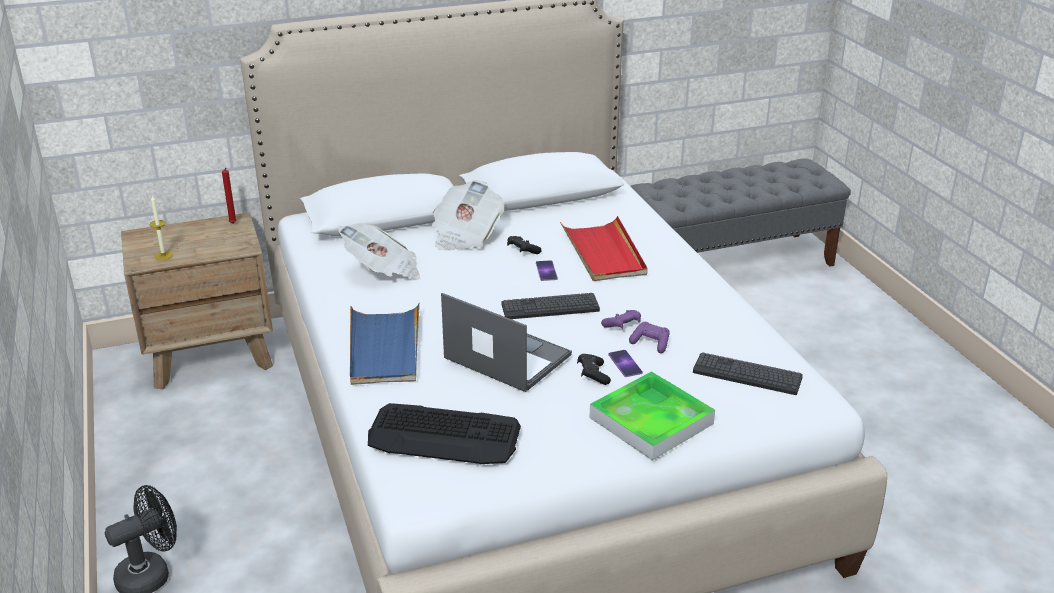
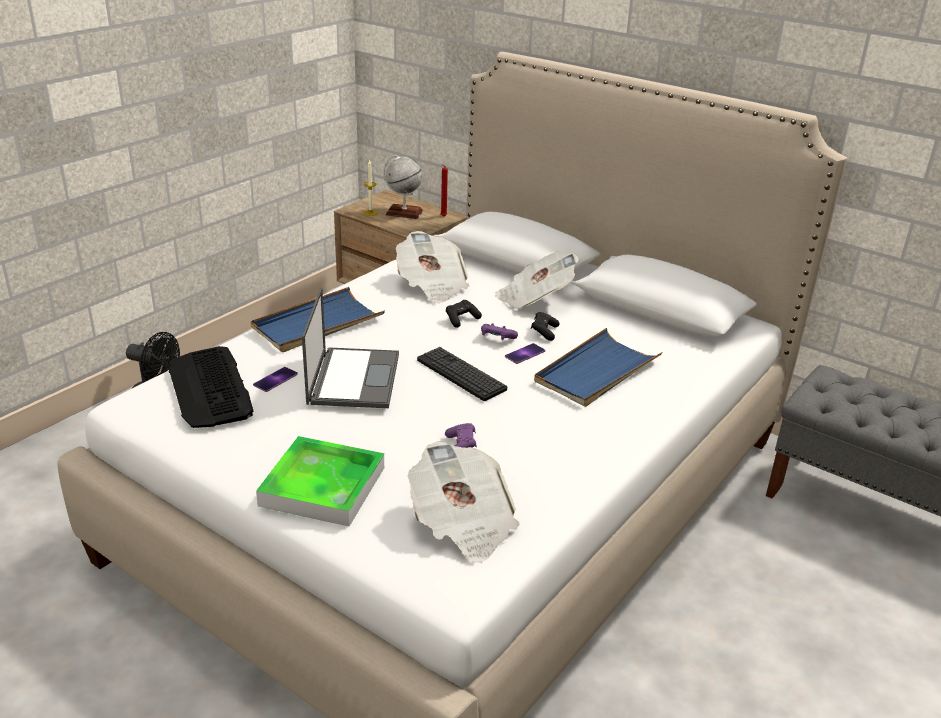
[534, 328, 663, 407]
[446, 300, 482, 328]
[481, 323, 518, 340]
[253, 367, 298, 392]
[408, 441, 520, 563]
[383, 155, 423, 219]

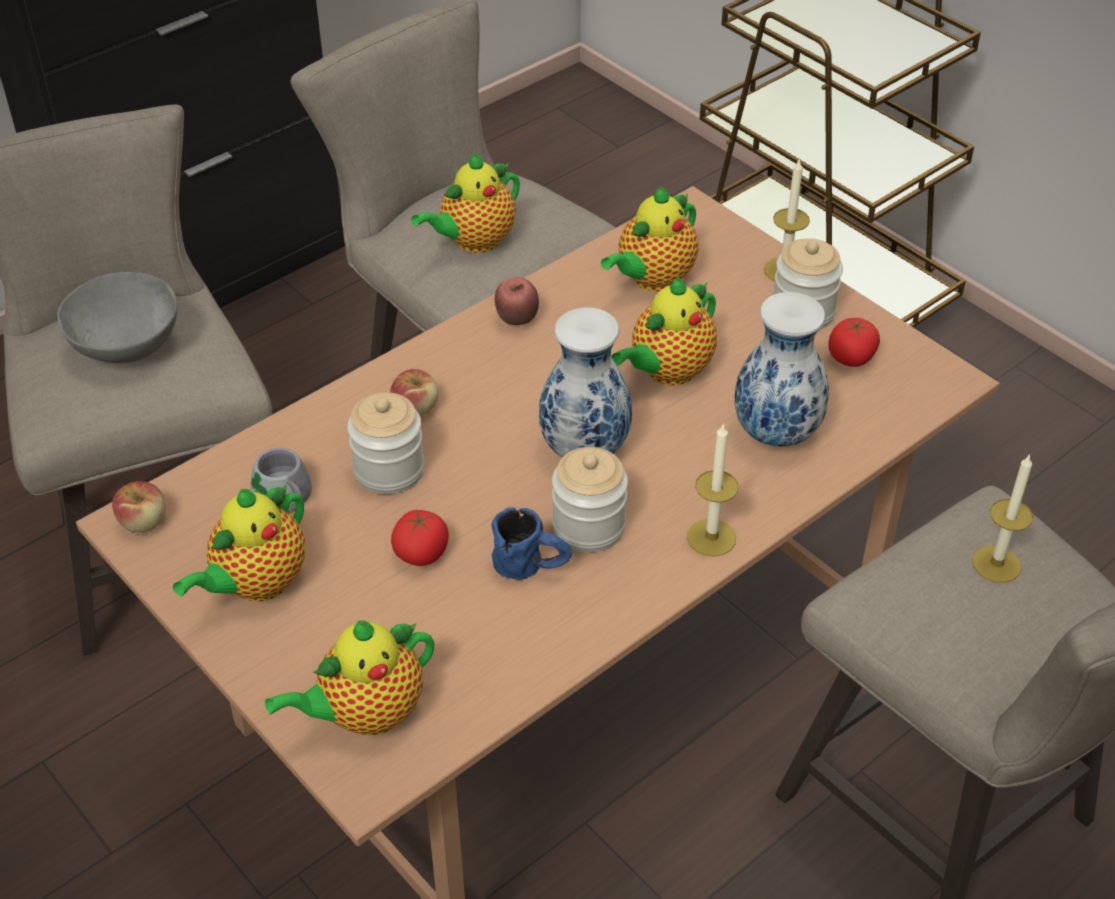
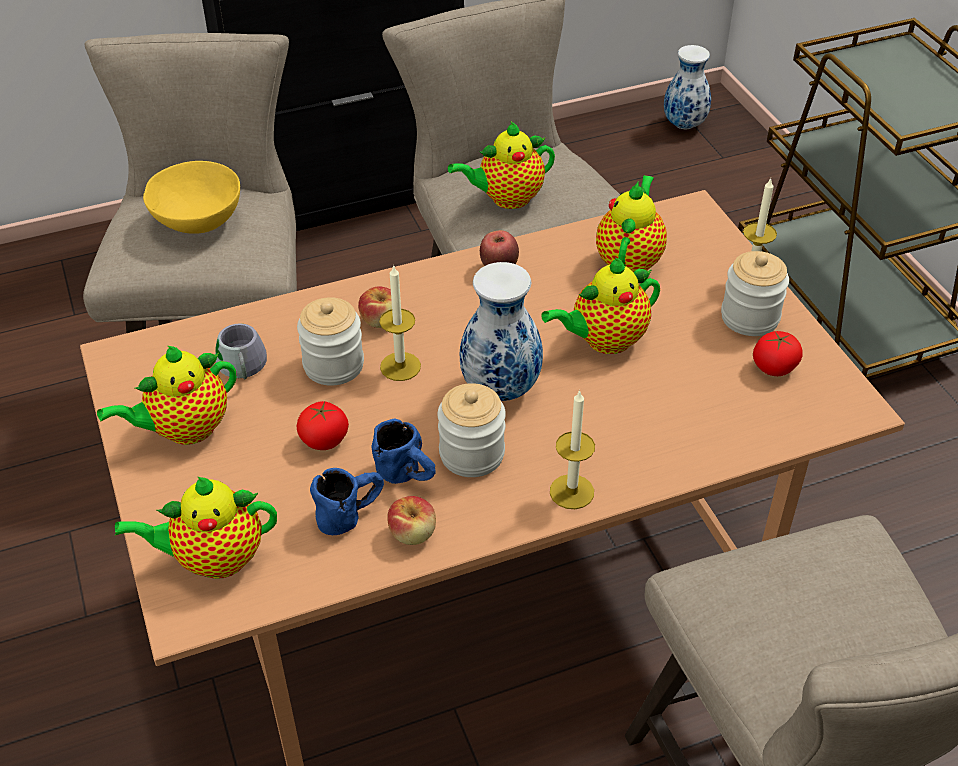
[143, 161, 240, 234]
[387, 496, 436, 545]
[596, 175, 667, 272]
[664, 45, 711, 129]
[380, 265, 421, 381]
[310, 468, 384, 535]

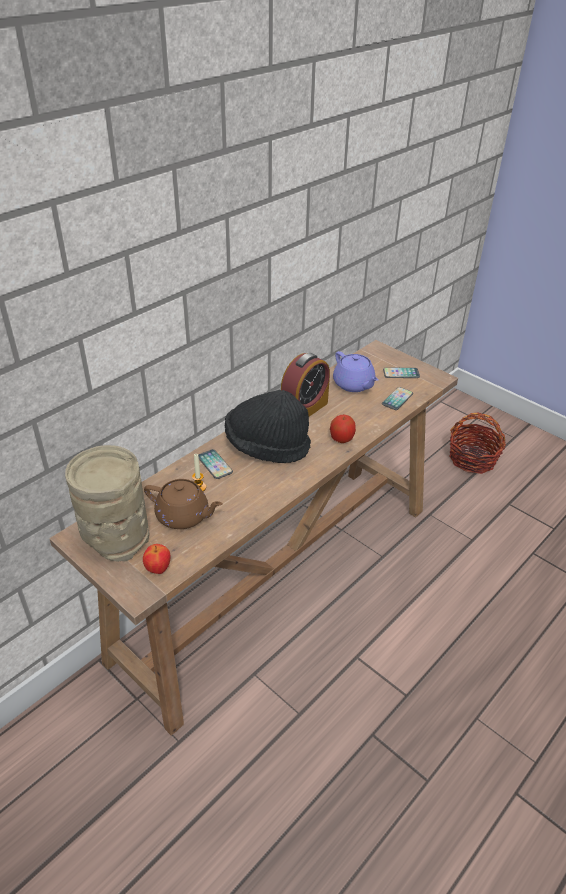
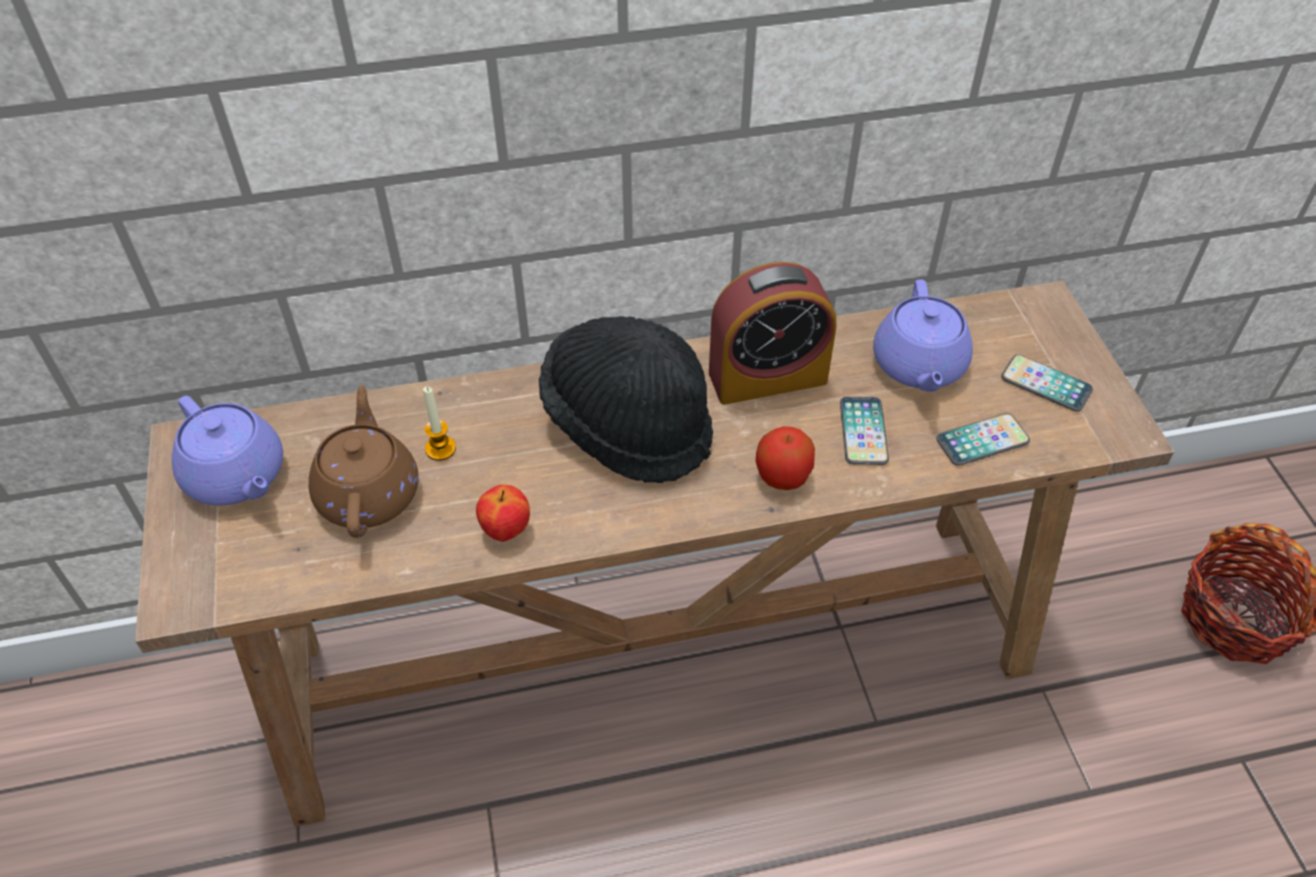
[172, 396, 283, 505]
[476, 485, 530, 542]
[309, 385, 419, 538]
[840, 397, 889, 465]

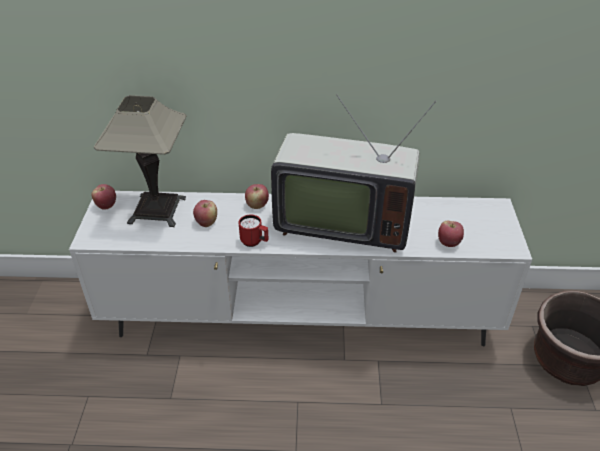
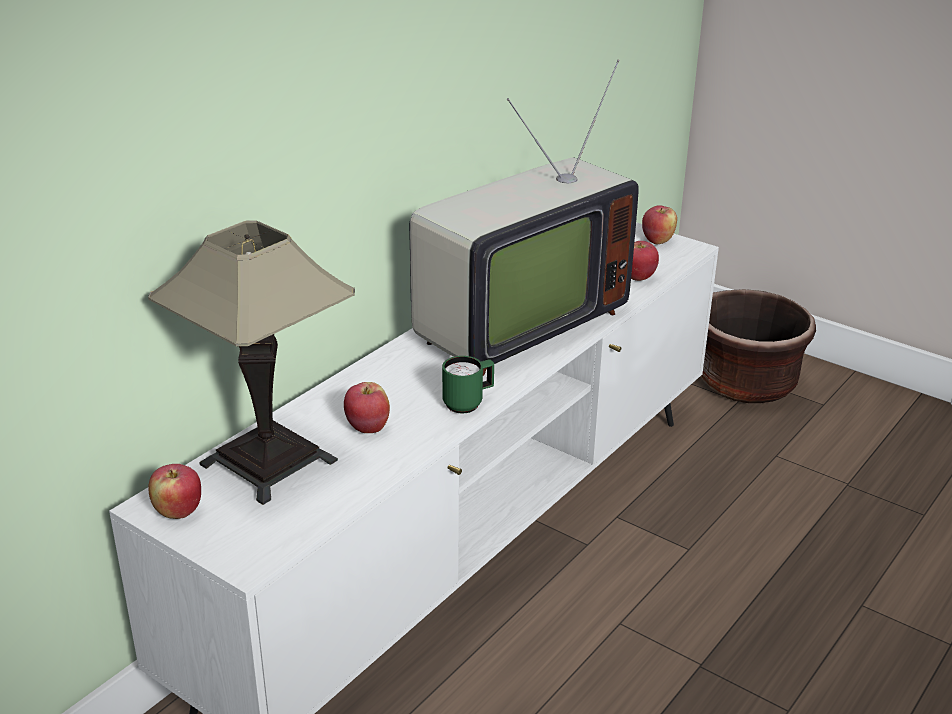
[442, 356, 494, 413]
[642, 205, 677, 244]

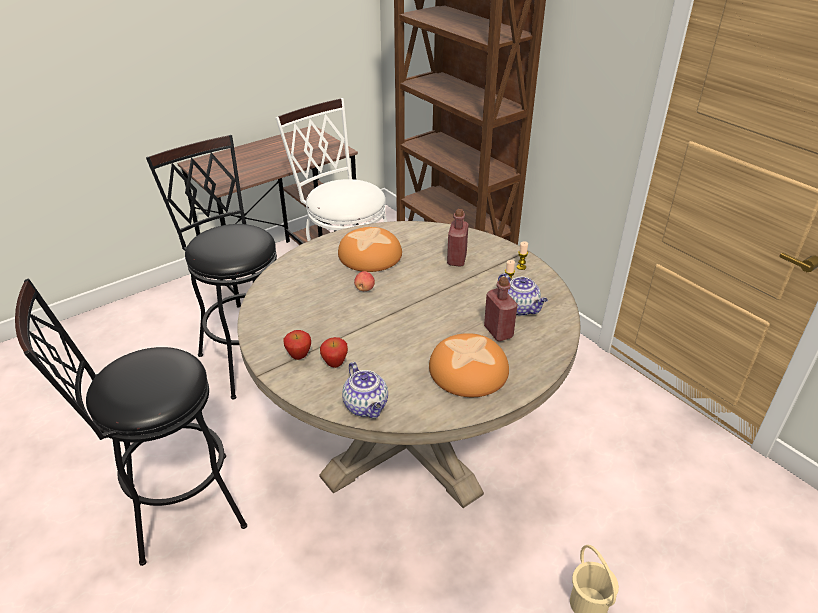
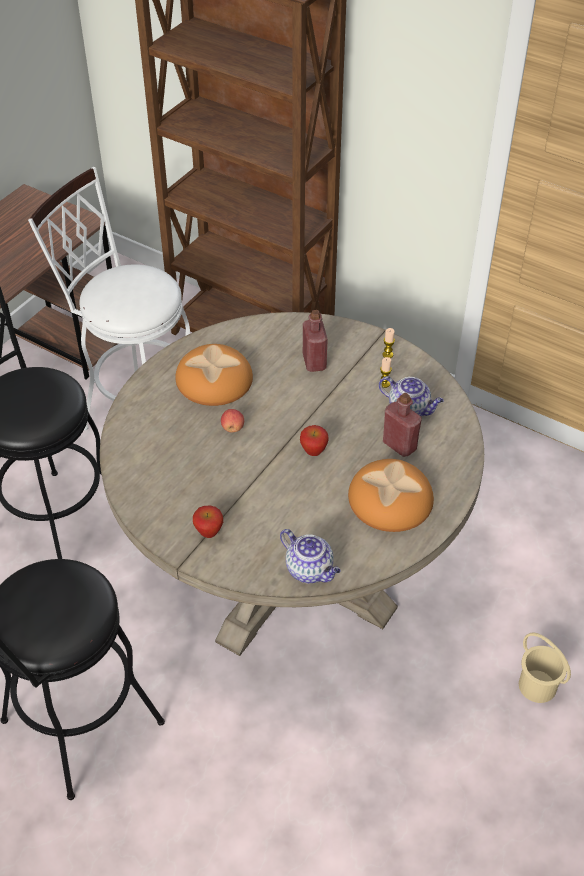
[300, 425, 329, 456]

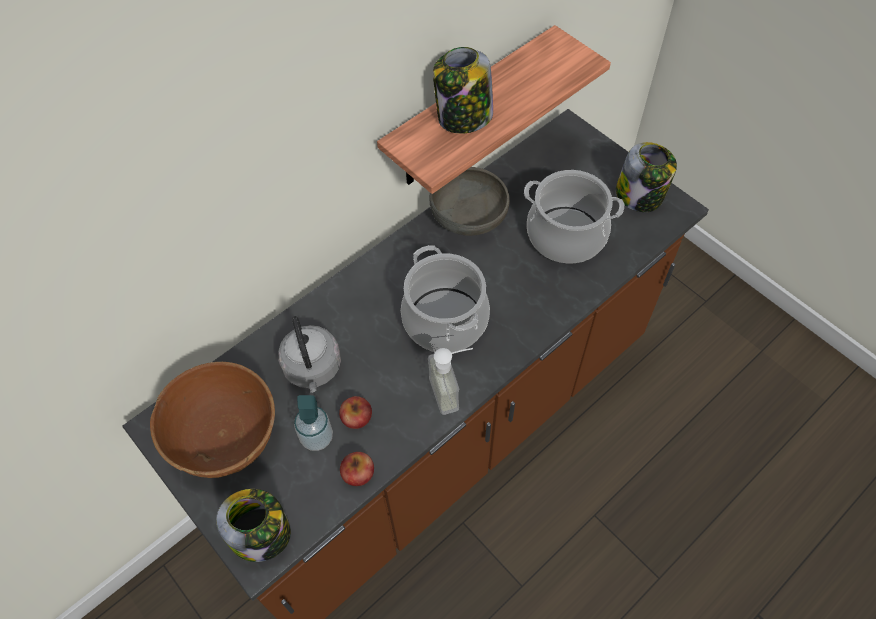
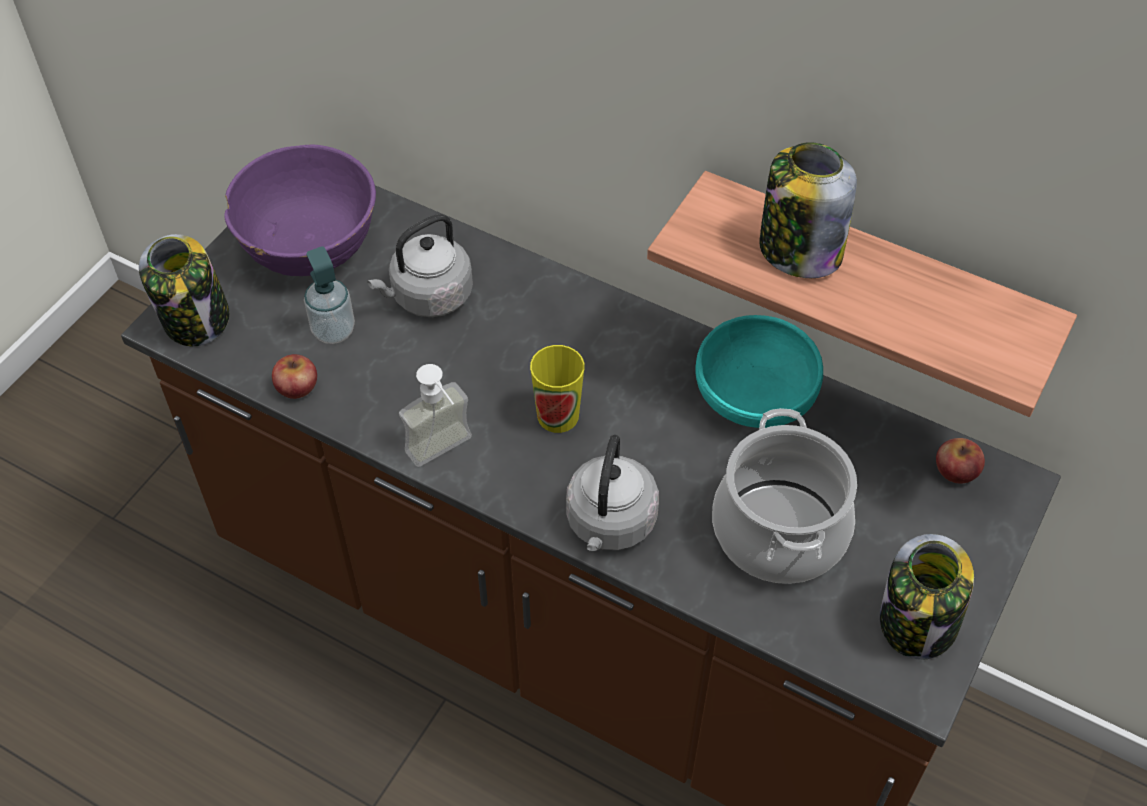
[224, 144, 376, 276]
[936, 438, 985, 484]
[530, 345, 585, 433]
[695, 315, 823, 428]
[566, 435, 659, 551]

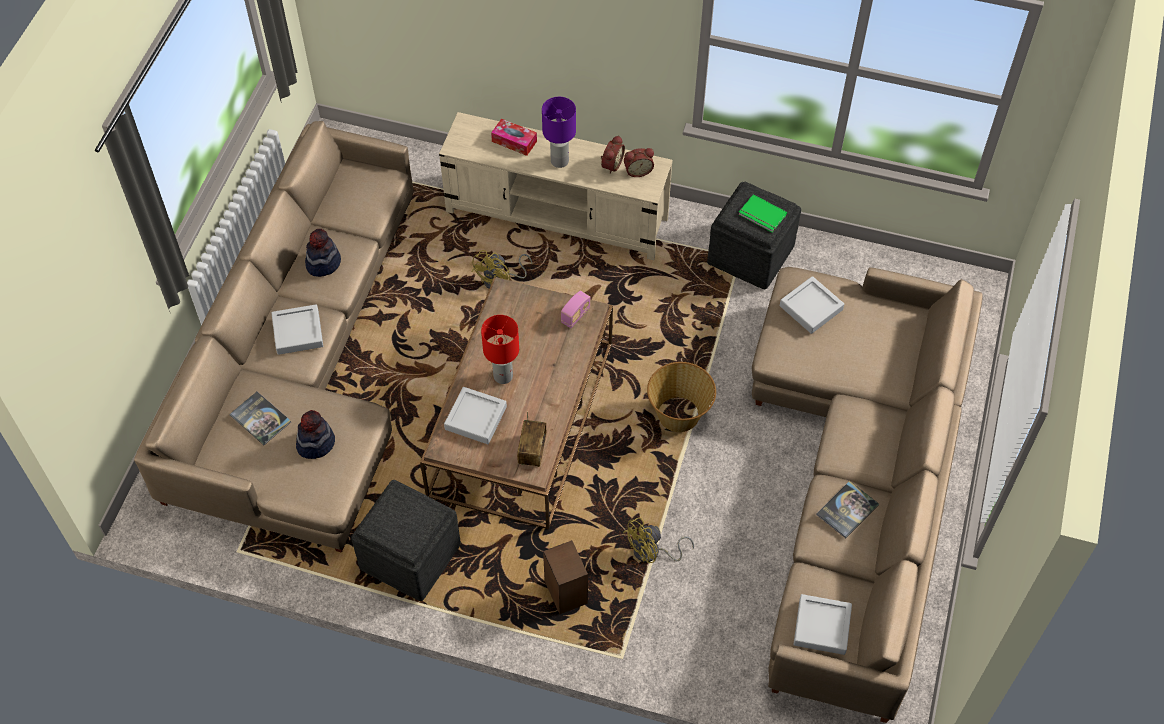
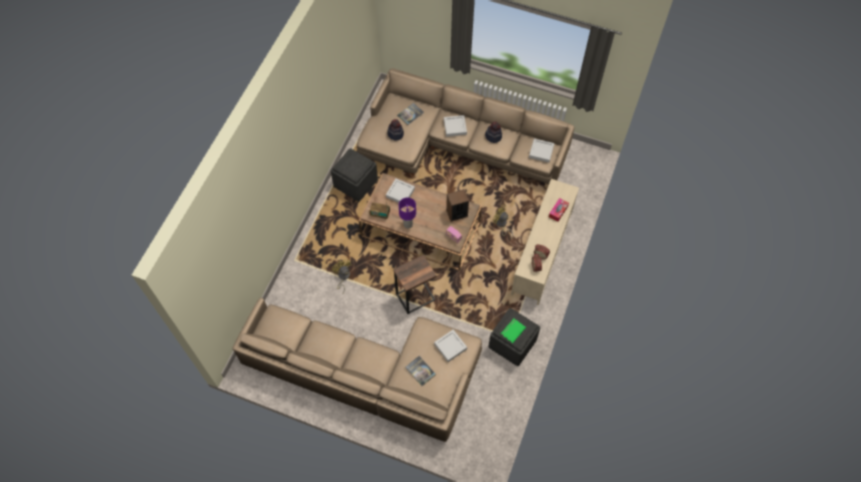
[481, 315, 519, 384] (first image)
[399, 197, 416, 229]
[446, 189, 469, 222]
[393, 255, 436, 314]
[529, 138, 555, 163]
[405, 356, 436, 386]

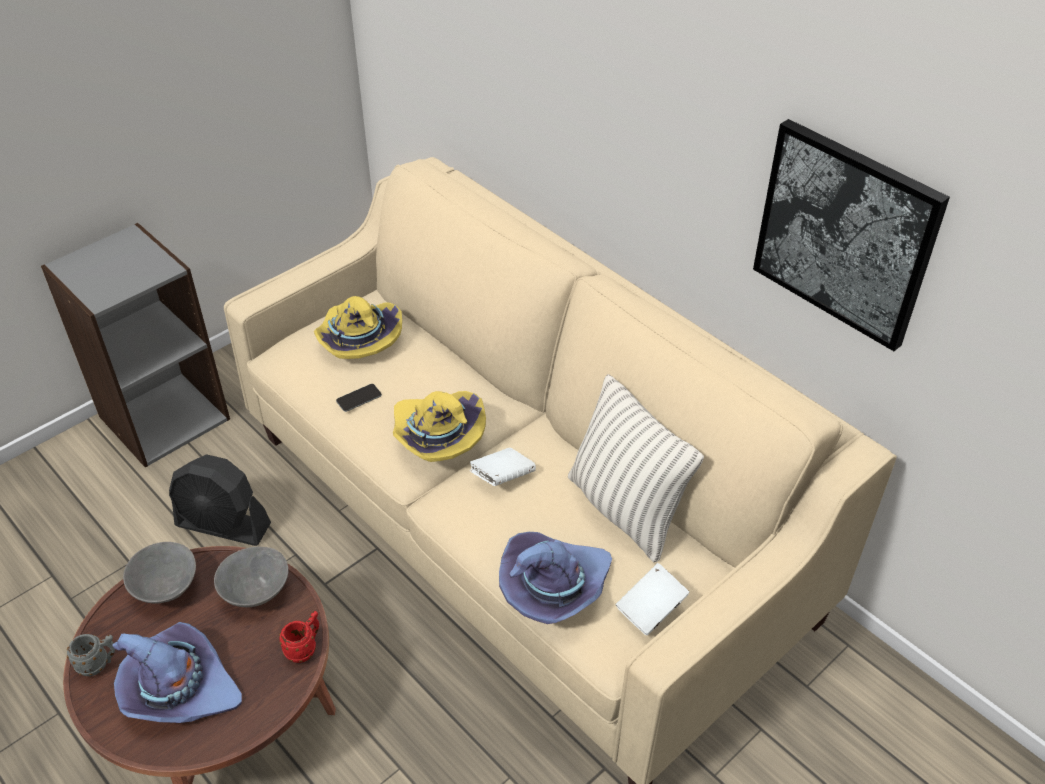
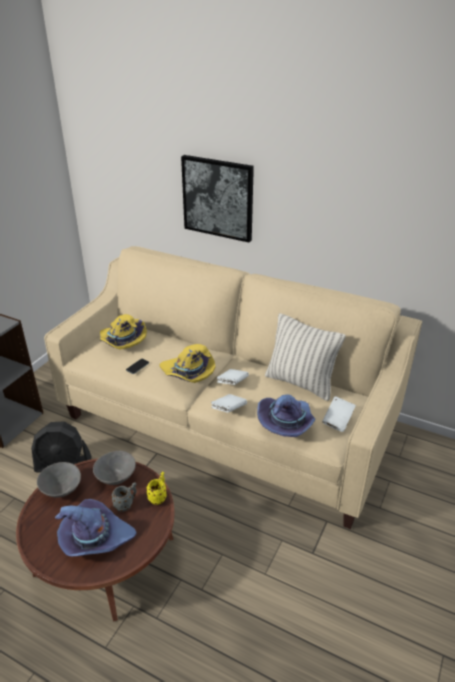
[111, 482, 137, 512]
[146, 472, 167, 505]
[181, 155, 254, 242]
[211, 394, 247, 413]

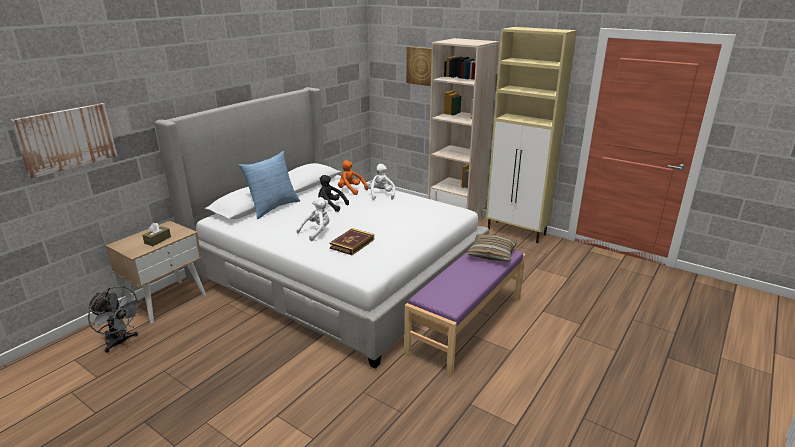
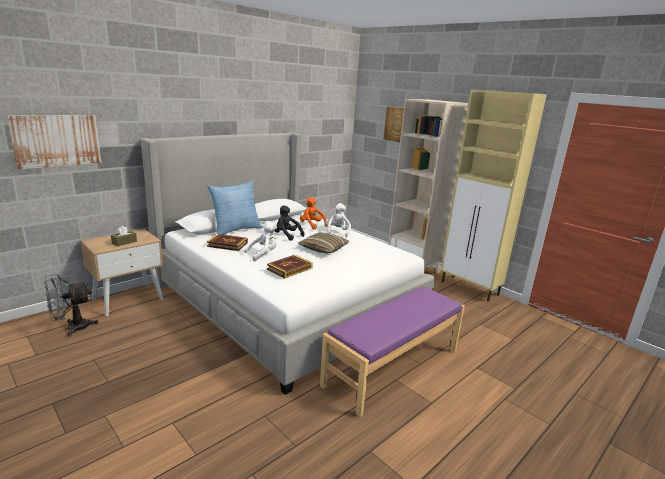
[44, 274, 99, 337]
[298, 232, 350, 254]
[207, 234, 248, 251]

